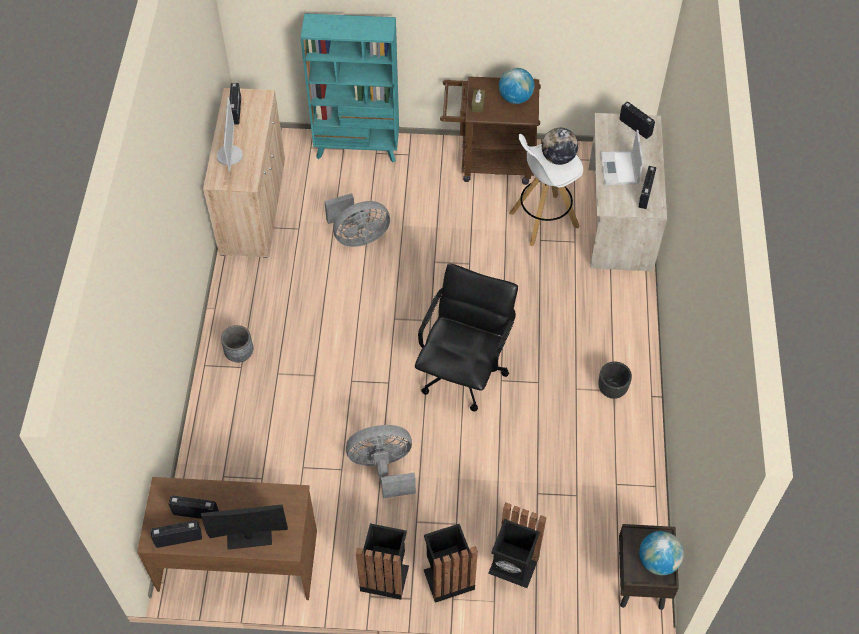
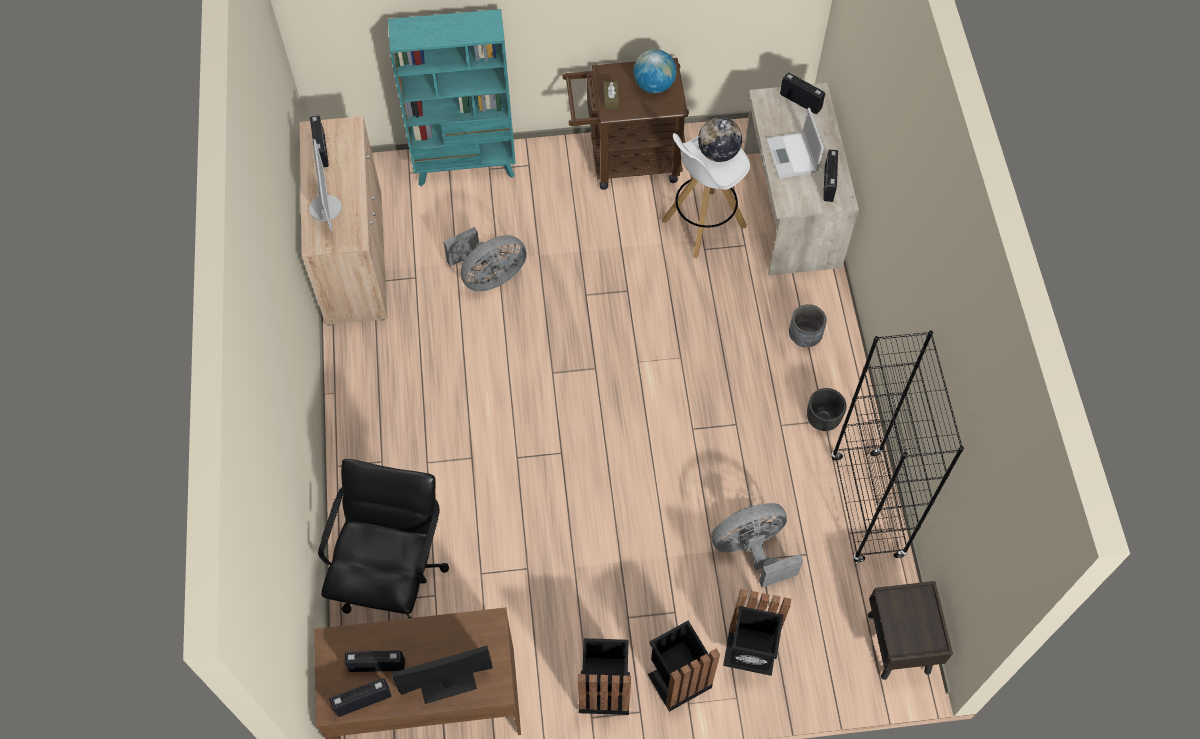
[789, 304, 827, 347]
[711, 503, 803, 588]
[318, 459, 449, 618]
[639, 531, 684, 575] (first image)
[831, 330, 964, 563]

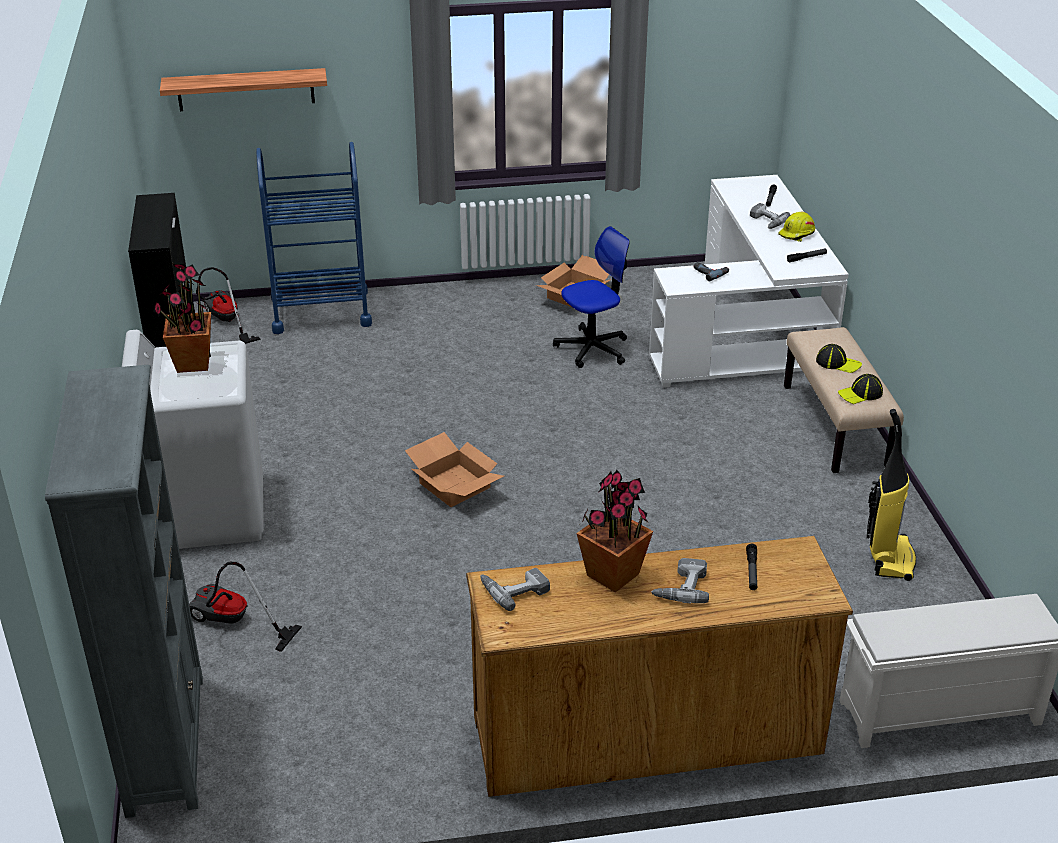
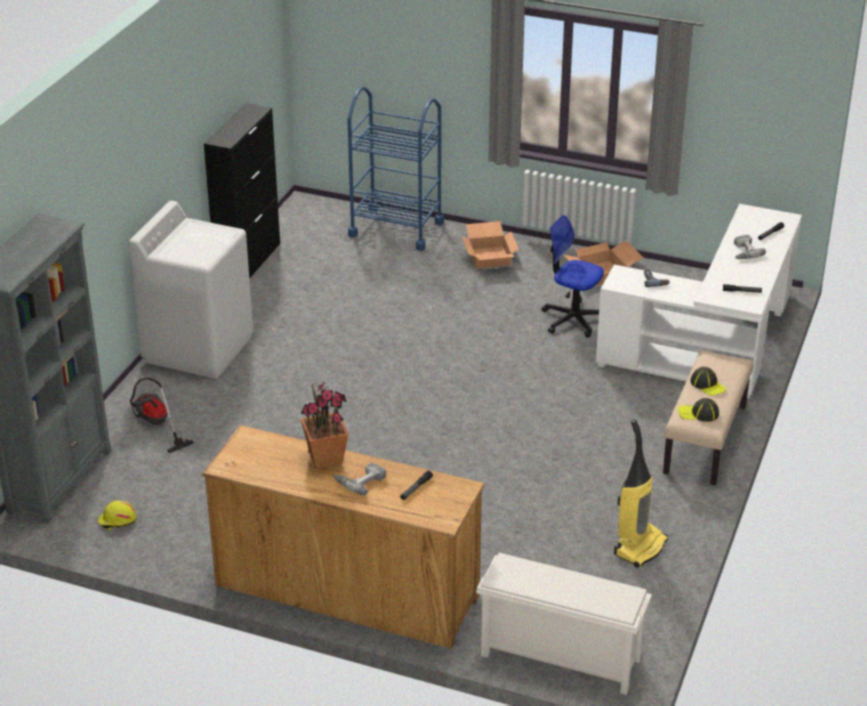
[154, 264, 211, 373] (first image)
[160, 68, 327, 111] (first image)
[196, 267, 261, 344] (first image)
[462, 221, 519, 269]
[480, 568, 550, 611] (first image)
[542, 215, 604, 337]
[98, 501, 137, 530]

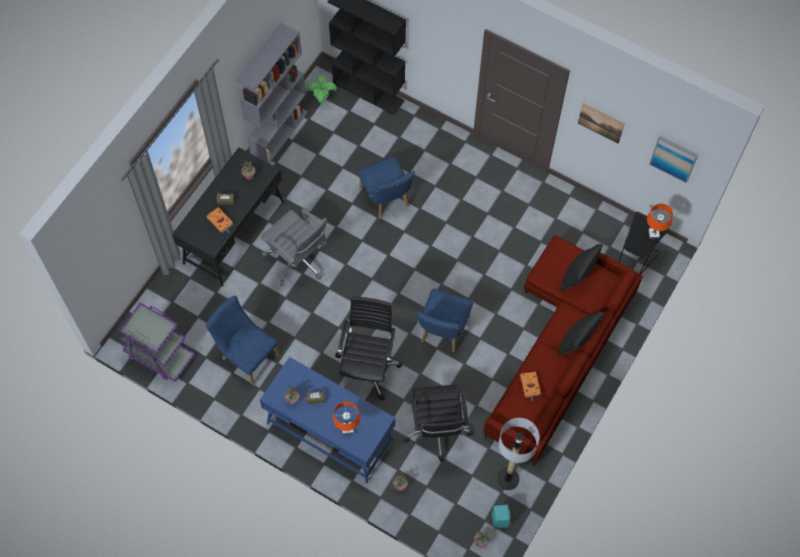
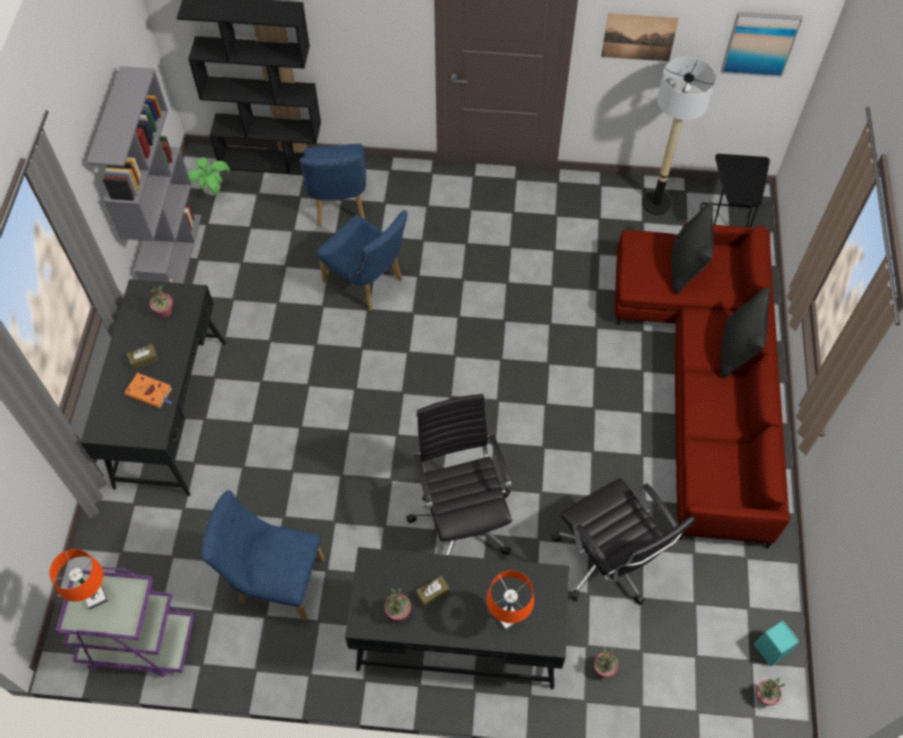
[345, 547, 569, 689]
[261, 208, 327, 286] (first image)
[299, 144, 366, 227]
[642, 57, 716, 215]
[520, 371, 541, 401] (first image)
[49, 549, 108, 609]

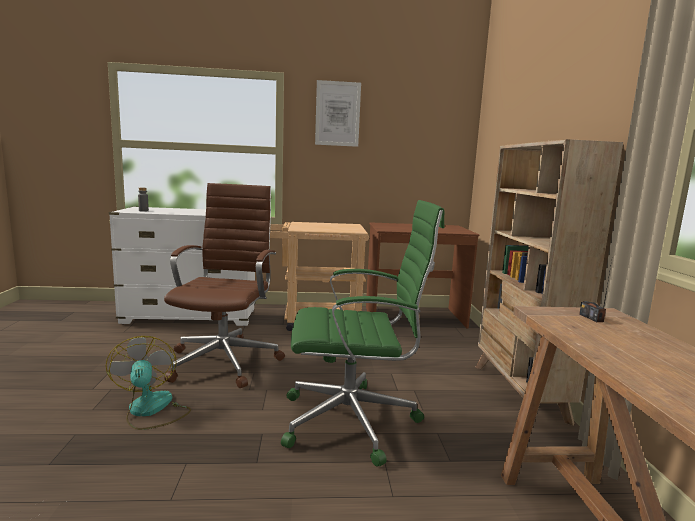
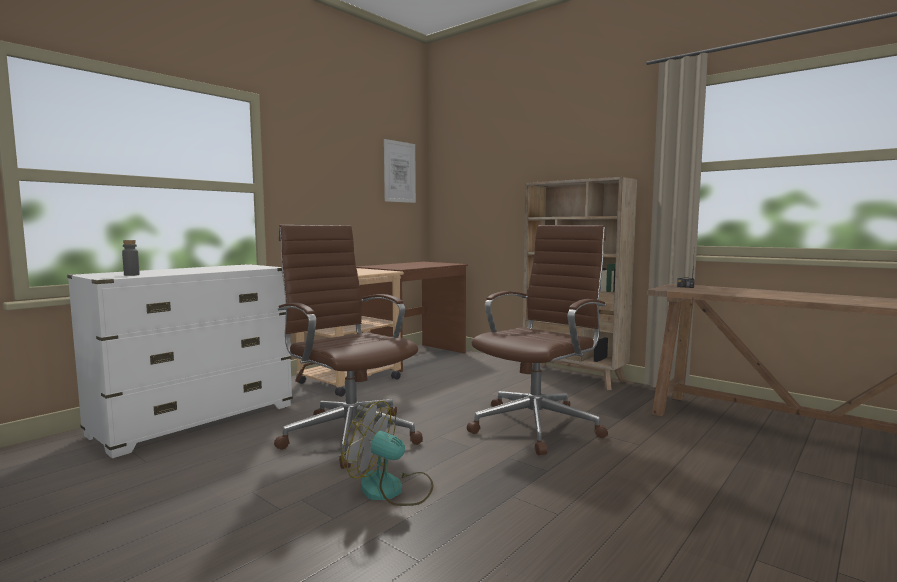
[467, 225, 608, 455]
[384, 139, 416, 203]

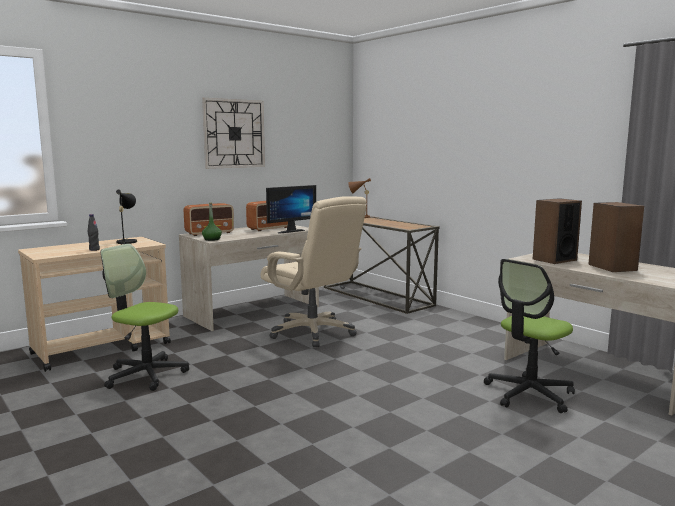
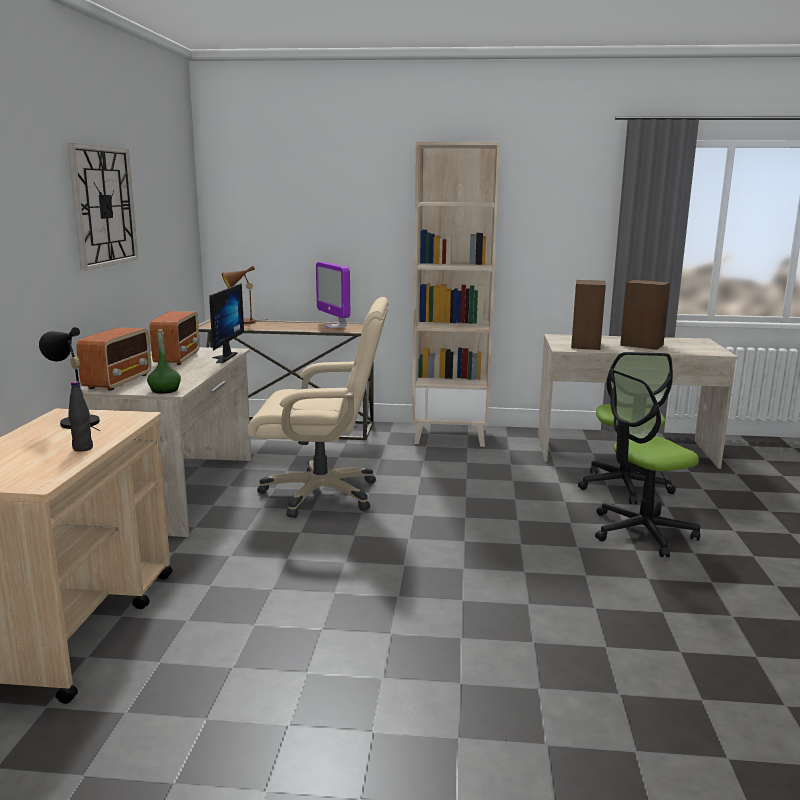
[595, 369, 700, 557]
[316, 262, 350, 329]
[412, 142, 500, 447]

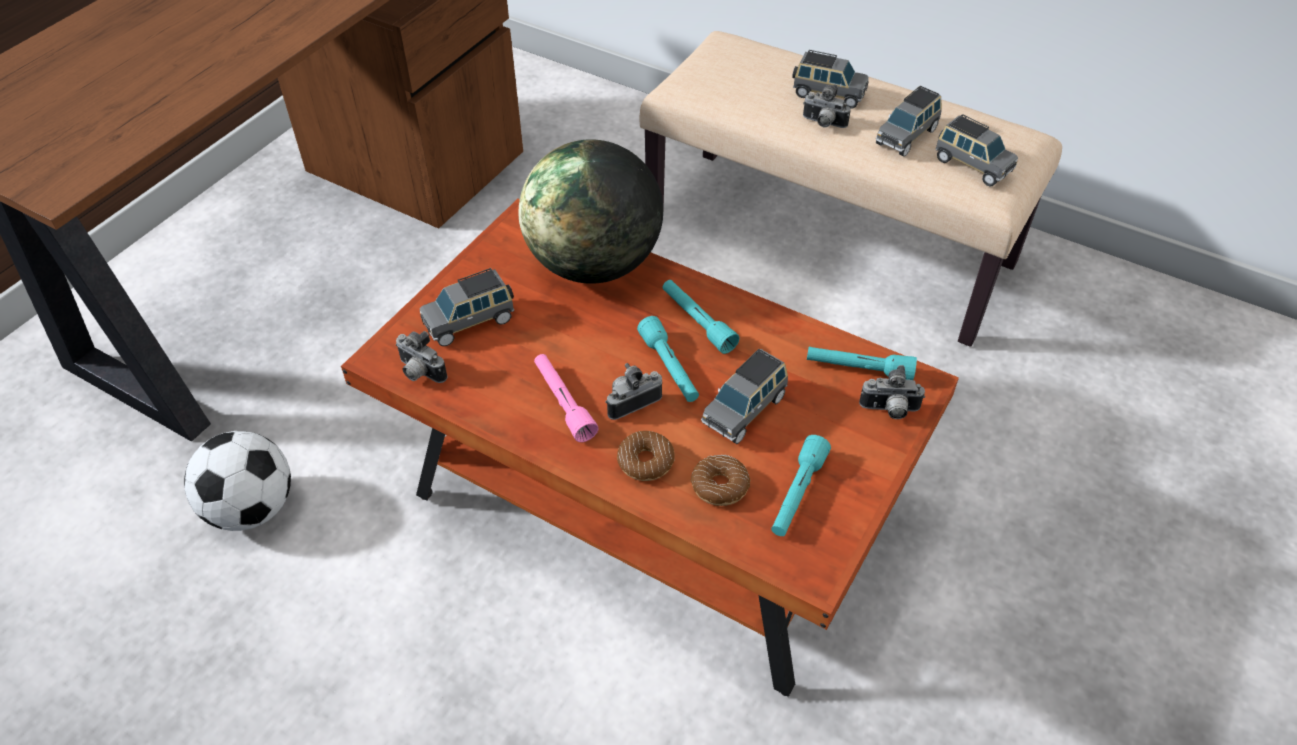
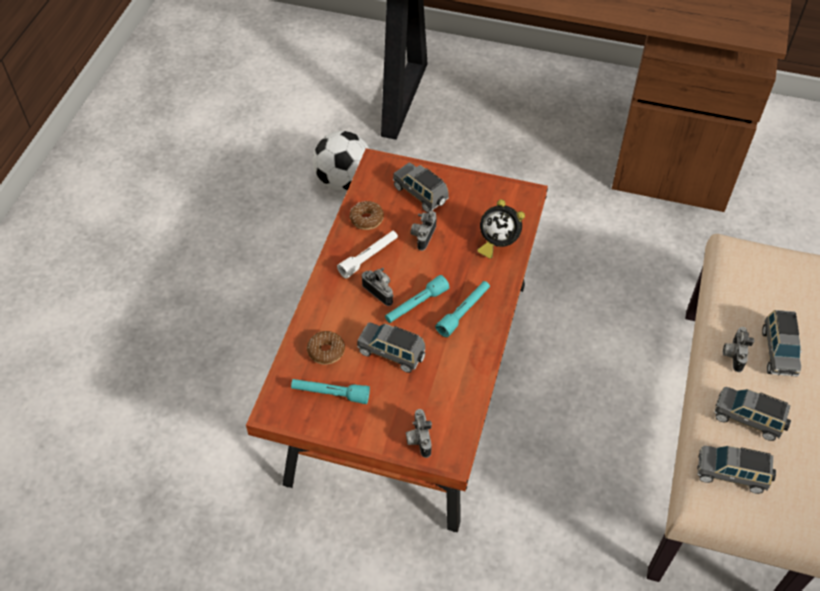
[410, 210, 437, 251]
[477, 199, 525, 259]
[337, 231, 398, 279]
[349, 201, 384, 230]
[807, 347, 917, 380] (first image)
[697, 446, 776, 494]

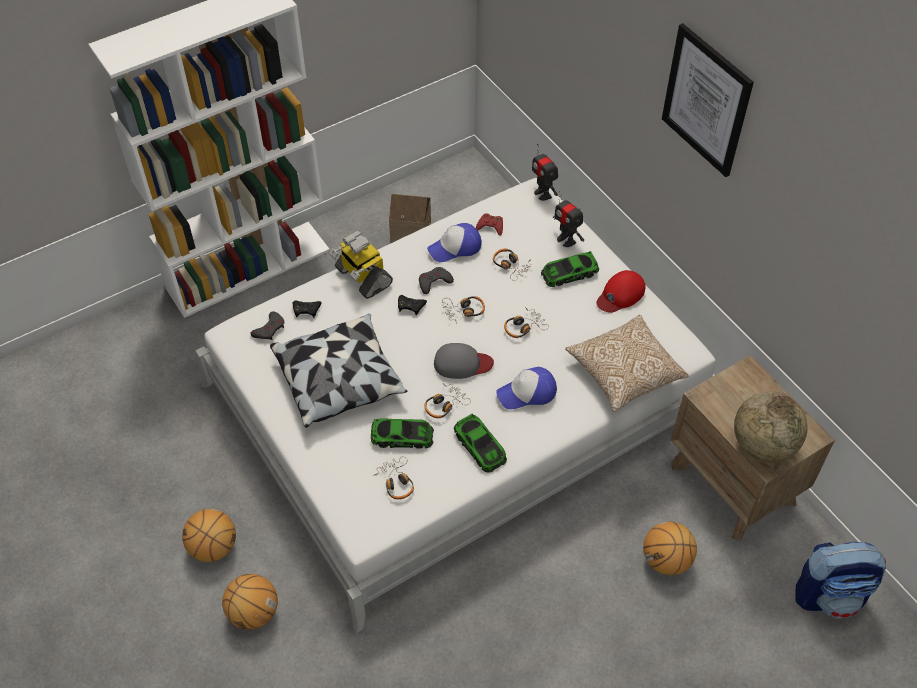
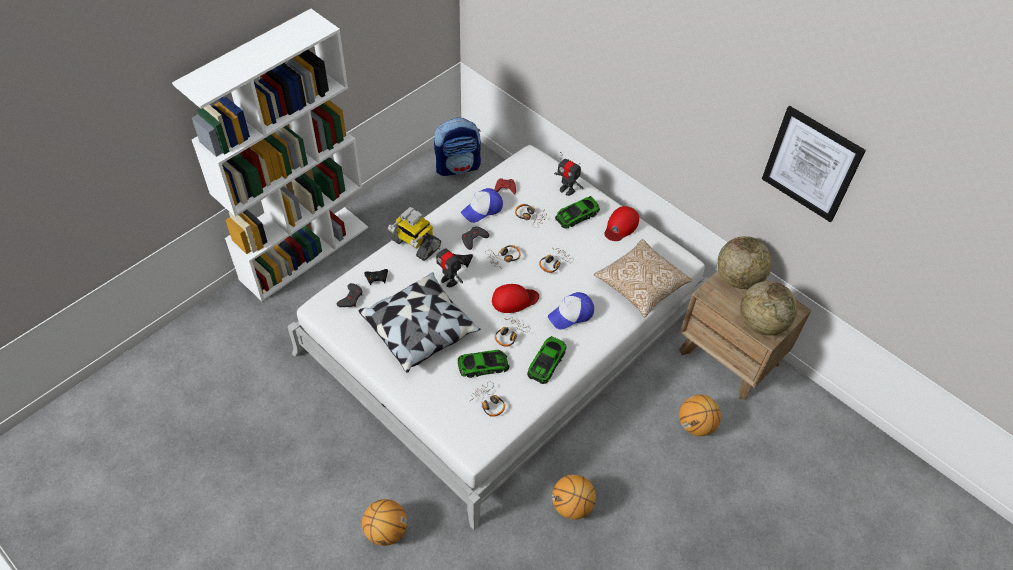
[552, 474, 596, 520]
[389, 194, 431, 243] (first image)
[492, 284, 539, 313]
[527, 336, 567, 384]
[436, 242, 463, 287]
[762, 106, 866, 222]
[434, 118, 481, 176]
[717, 236, 772, 289]

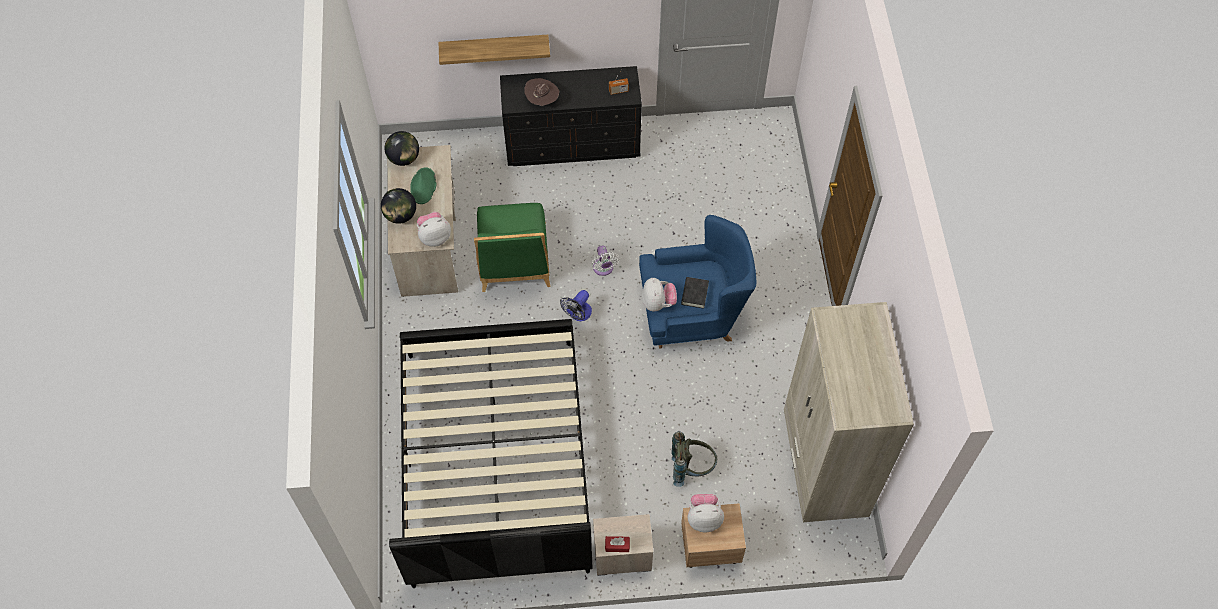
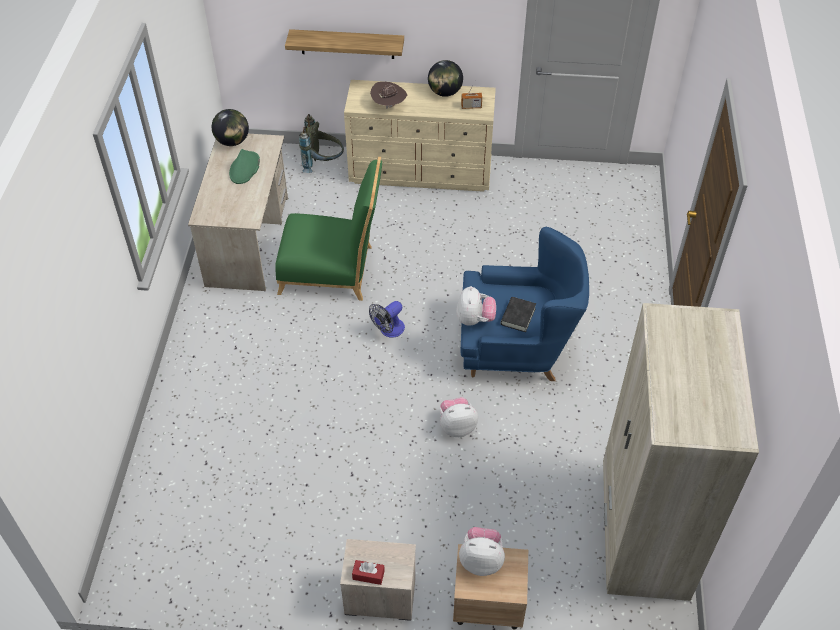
[428, 60, 463, 97]
[389, 319, 593, 588] (first image)
[440, 397, 478, 437]
[275, 157, 382, 301]
[344, 80, 496, 192]
[592, 246, 620, 276] (first image)
[299, 114, 344, 173]

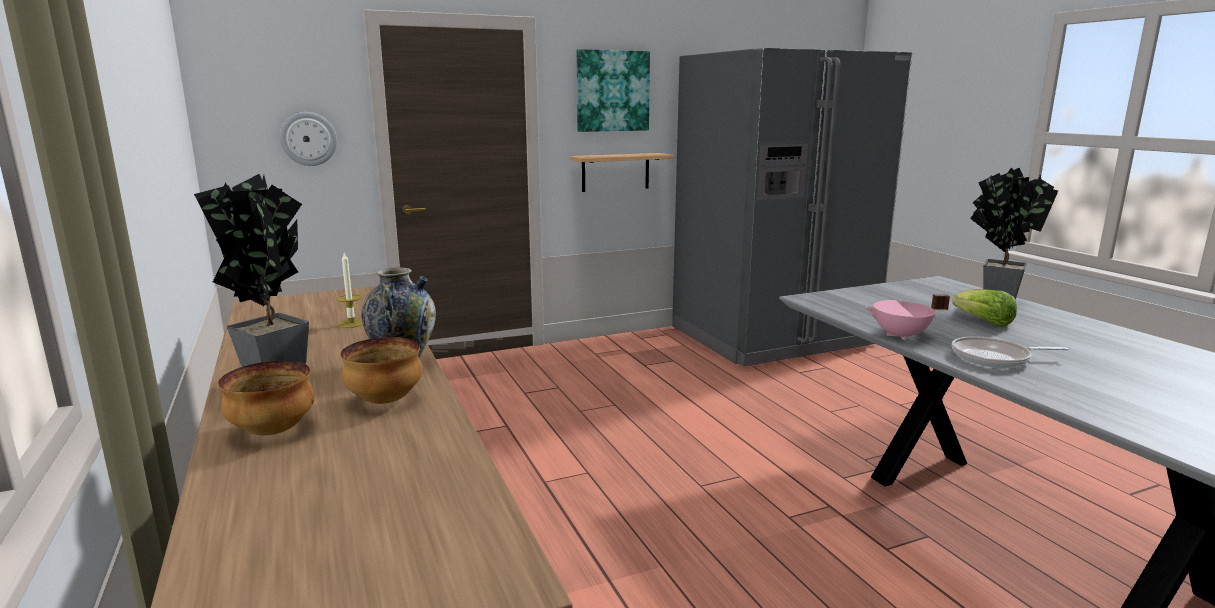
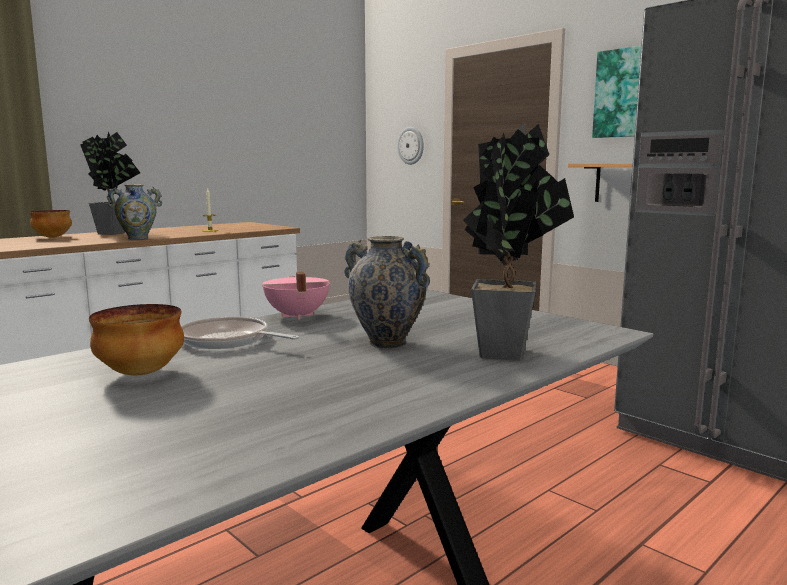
[89, 304, 184, 375]
[344, 236, 430, 348]
[181, 317, 299, 349]

